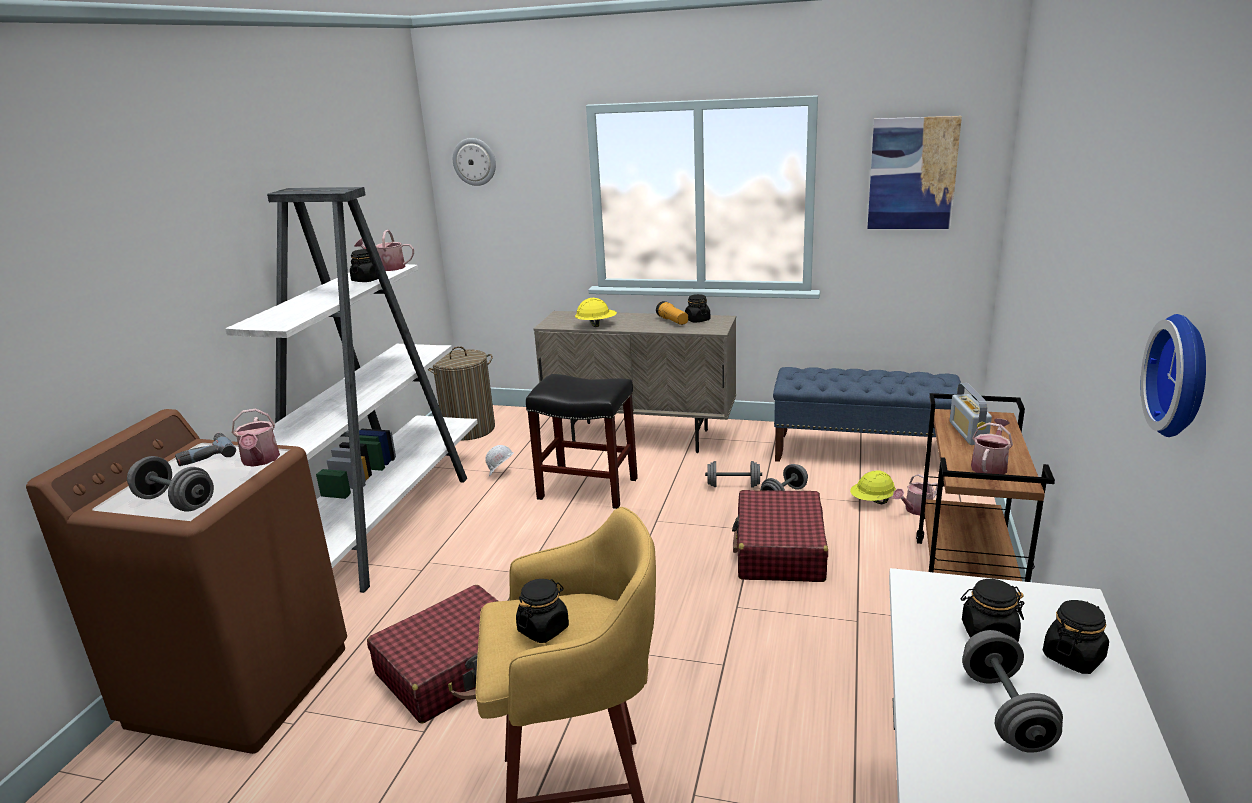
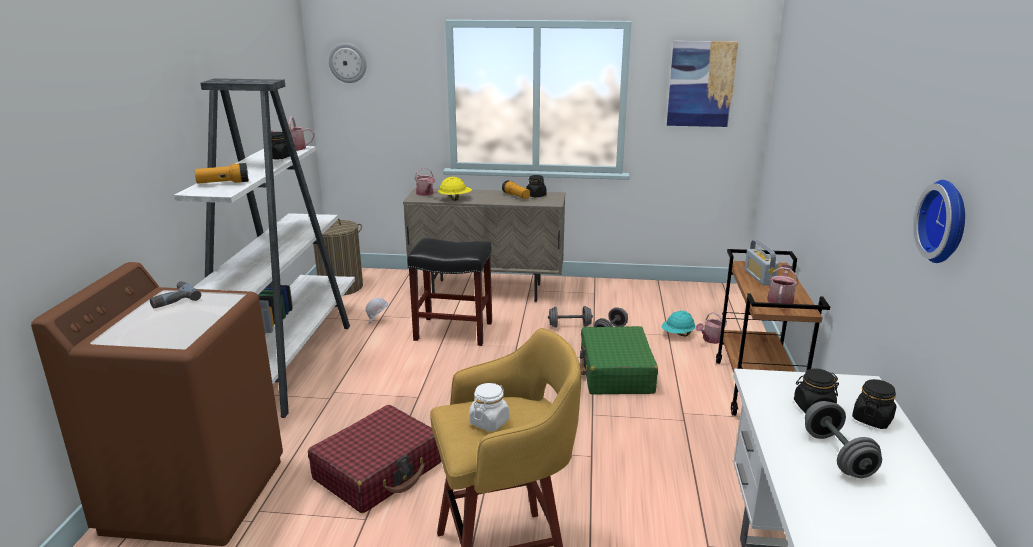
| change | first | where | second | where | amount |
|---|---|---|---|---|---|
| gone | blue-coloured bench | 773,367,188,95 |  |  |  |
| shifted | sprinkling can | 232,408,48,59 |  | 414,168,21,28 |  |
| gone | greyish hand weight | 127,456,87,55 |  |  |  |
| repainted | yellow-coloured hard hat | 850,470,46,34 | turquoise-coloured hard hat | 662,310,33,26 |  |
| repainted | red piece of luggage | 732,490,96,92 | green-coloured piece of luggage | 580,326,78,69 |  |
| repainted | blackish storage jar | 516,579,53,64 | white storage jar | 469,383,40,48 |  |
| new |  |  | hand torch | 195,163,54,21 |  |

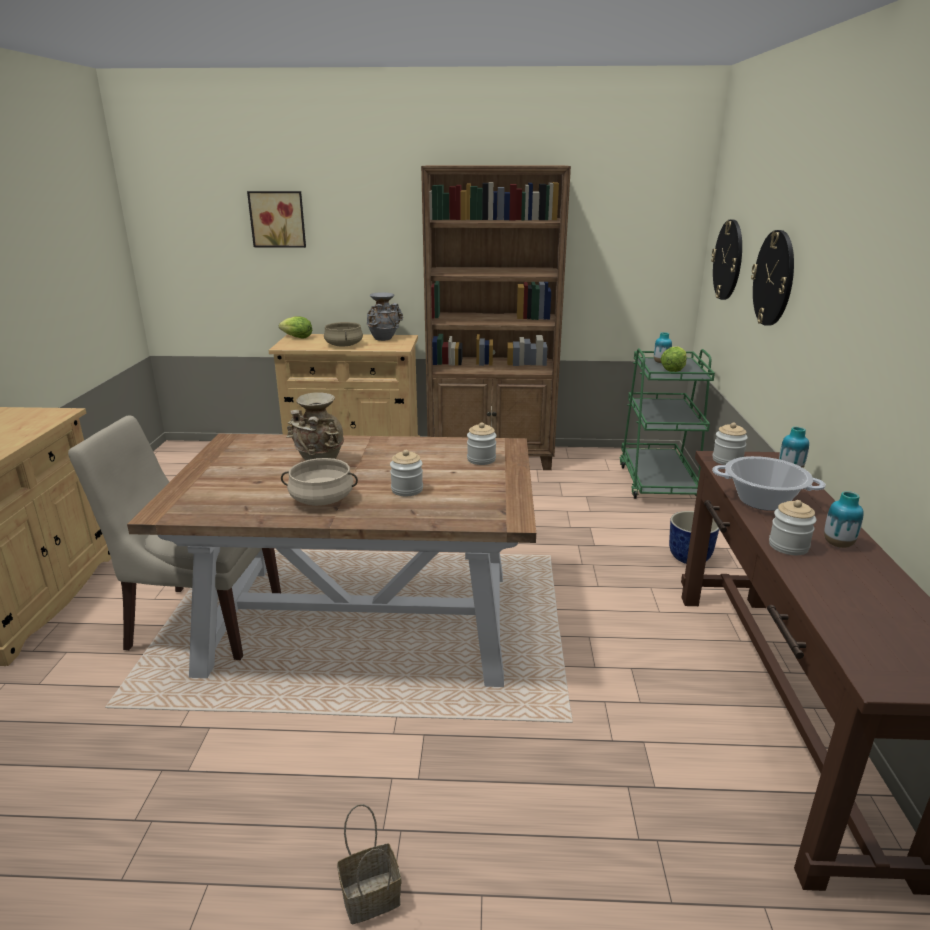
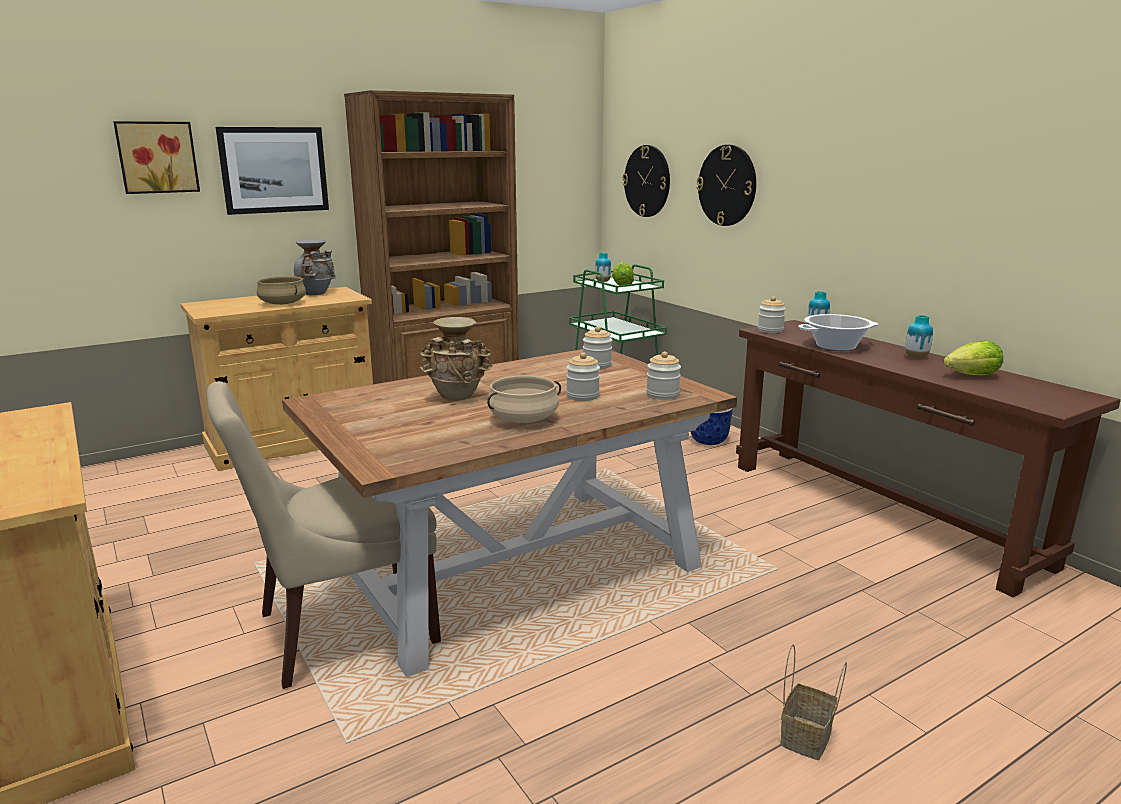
| change | first | where | second | where | amount |
|---|---|---|---|---|---|
| shifted | head of lettuce | 279,316,33,23 |  | 944,340,59,36 |  |
| shifted | storage jar | 769,500,47,55 |  | 646,351,35,49 |  |
| new |  |  | picture | 216,127,113,88 |  |

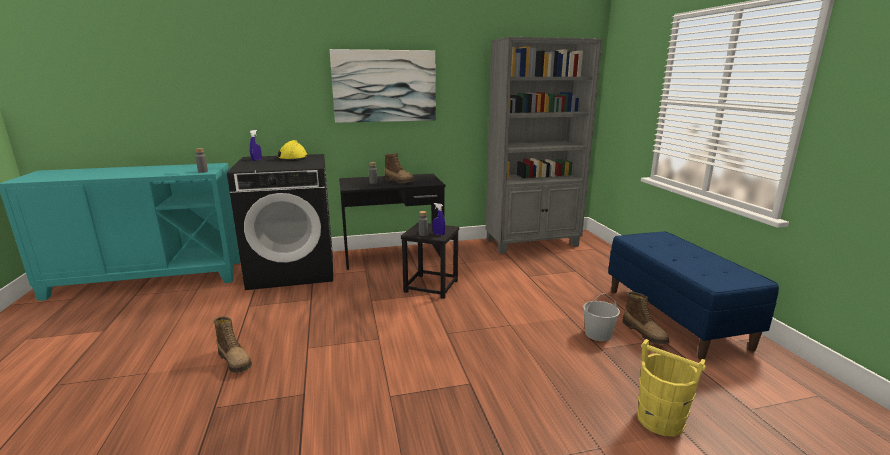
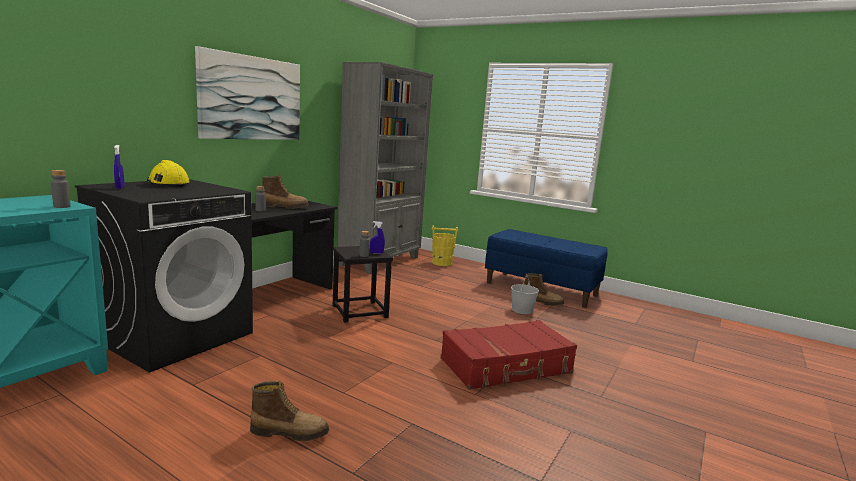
| change | first | where | second | where | amount |
|---|---|---|---|---|---|
| shifted | yellow-coloured water bucket | 637,339,69,98 |  | 432,226,26,40 |  |
| new |  |  | red piece of luggage | 441,320,136,70 |  |

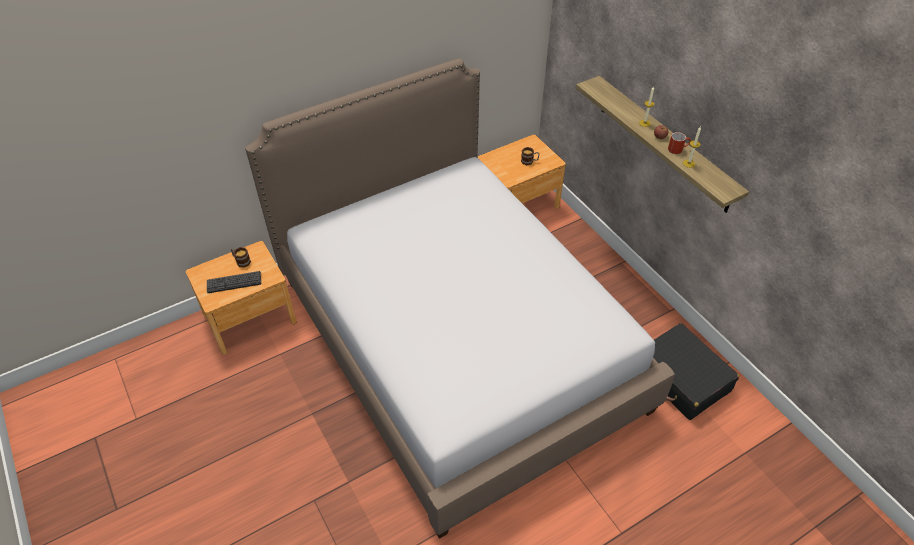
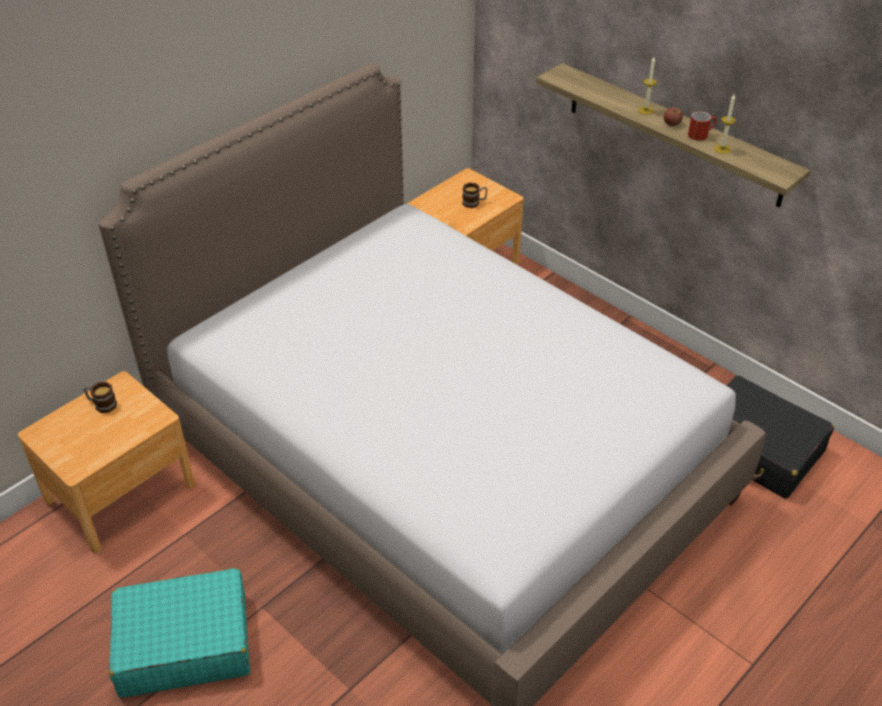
| change | first | where | second | where | amount |
|---|---|---|---|---|---|
| gone | keyboard | 207,271,54,22 |  |  |  |
| new |  |  | turquoise-coloured piece of luggage | 109,568,141,130 |  |

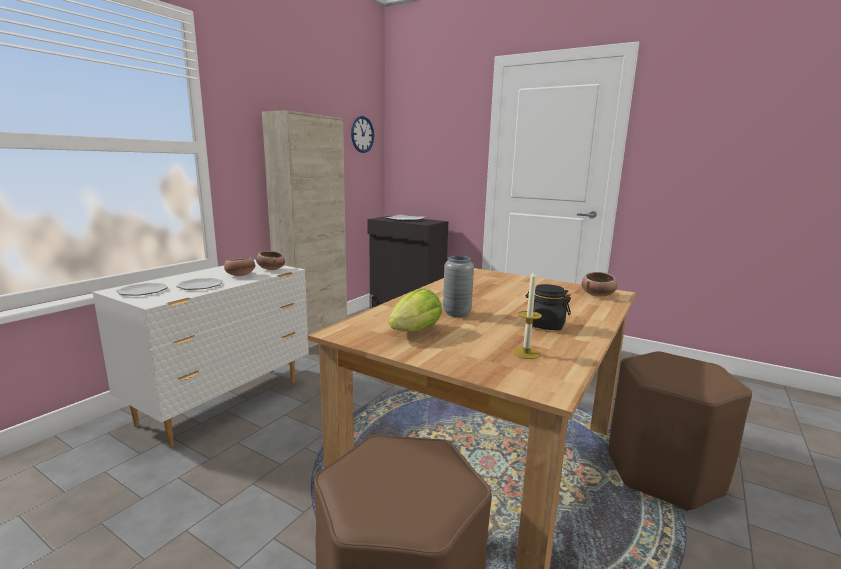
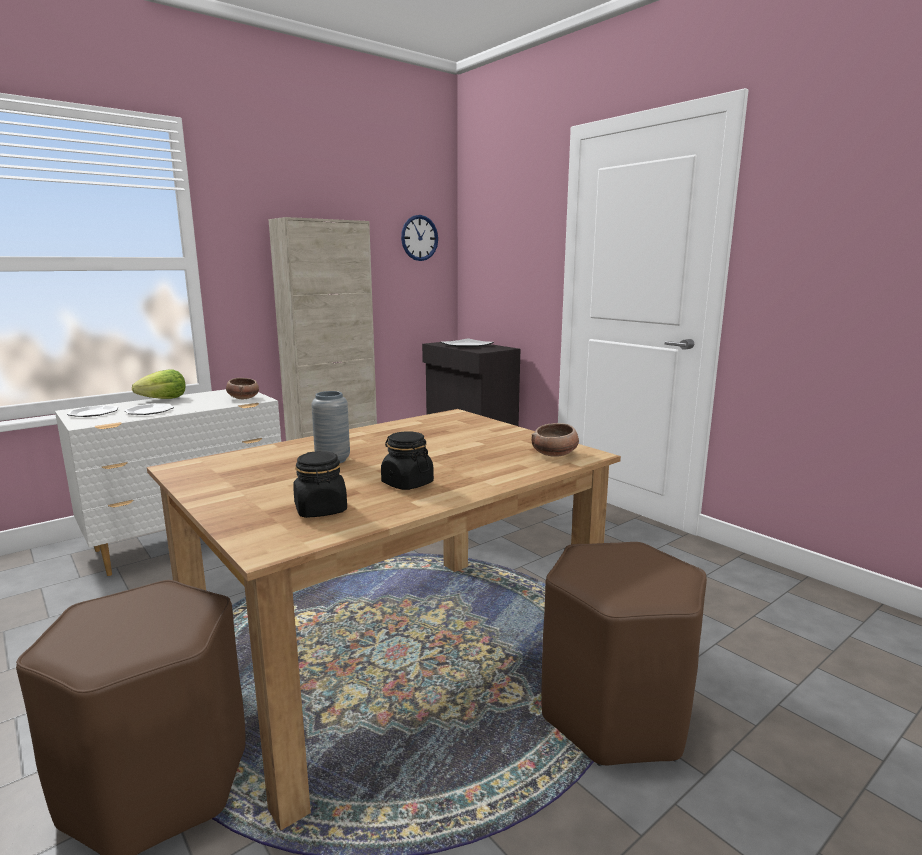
| change | first | where | second | where | amount |
|---|---|---|---|---|---|
| gone | bowl | 224,258,31,18 |  |  |  |
| swapped | wax candle | 513,270,29,89 | blackish storage jar | 293,451,54,67 |  |
| shifted | head of lettuce | 389,288,53,44 |  | 132,370,54,29 |  |

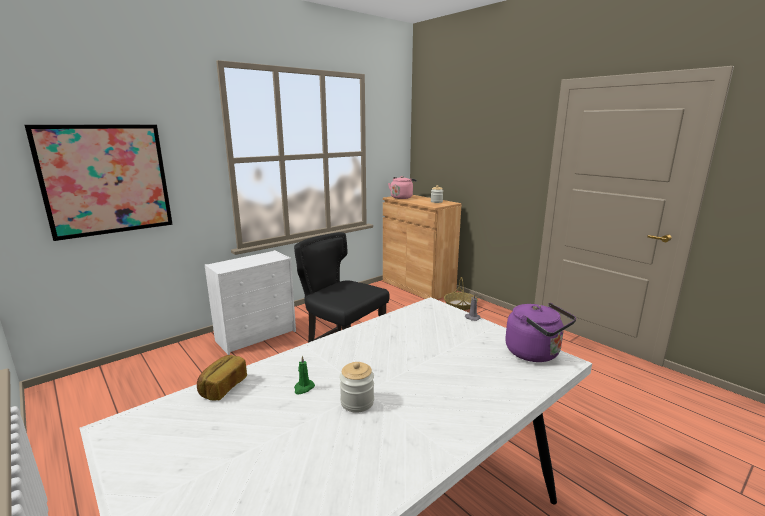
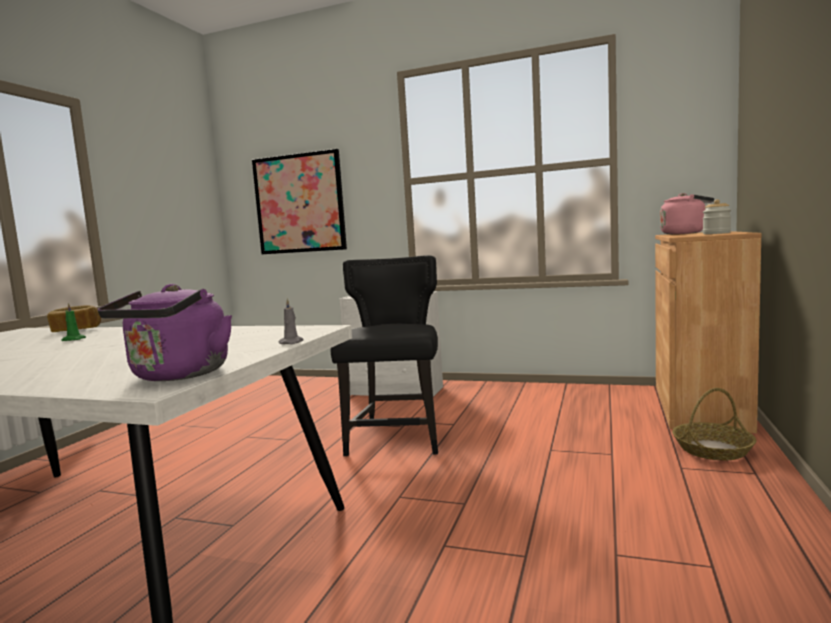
| change | first | where | second | where | amount |
|---|---|---|---|---|---|
| gone | storage jar | 340,362,34,51 |  |  |  |

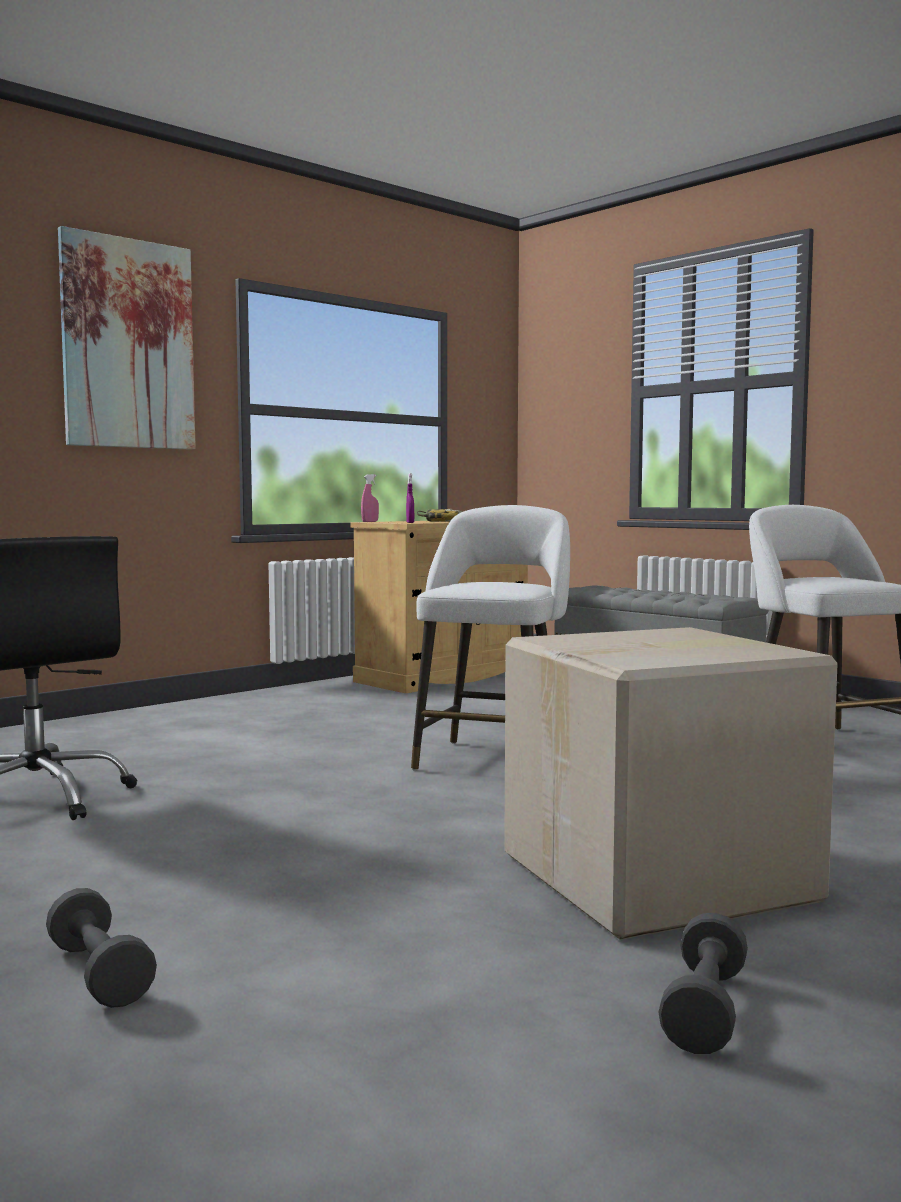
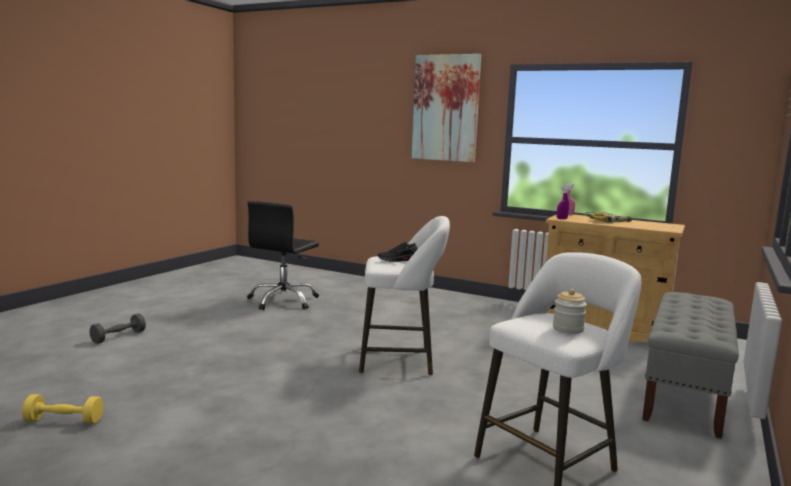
| change | first | where | second | where | amount |
|---|---|---|---|---|---|
| gone | packing box | 504,627,334,313 |  |  |  |
| repainted | greyish hand weight | 658,913,90,141 | yellow-coloured hand weight | 22,394,81,30 |  |
| new |  |  | blackish item of footwear | 377,242,41,20 |  |
| new |  |  | storage jar | 553,289,34,45 |  |

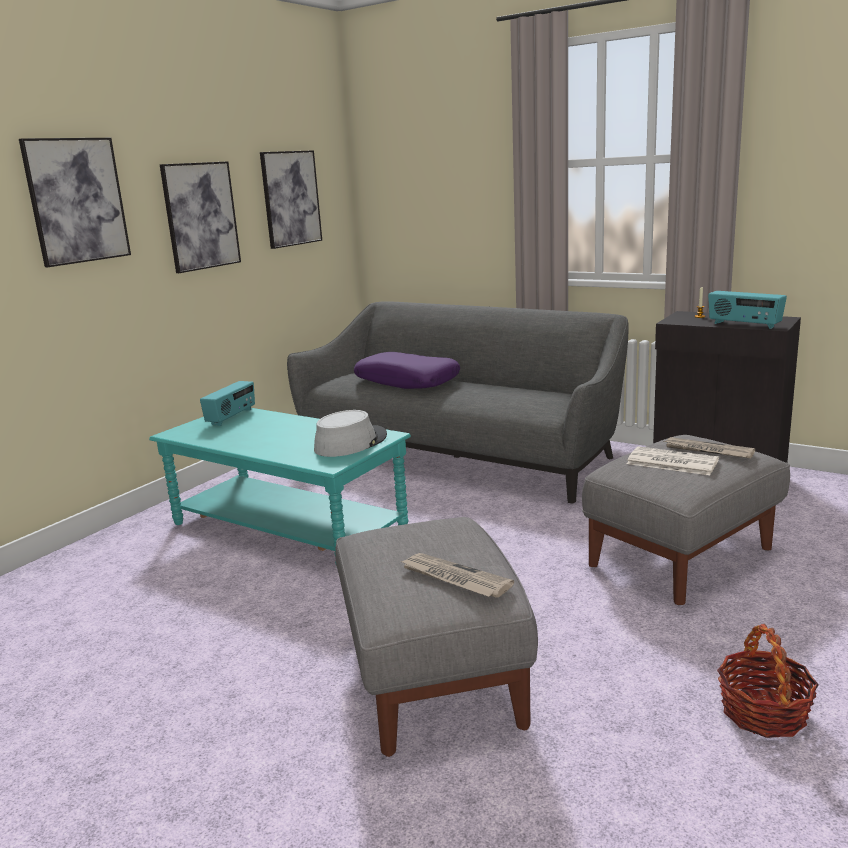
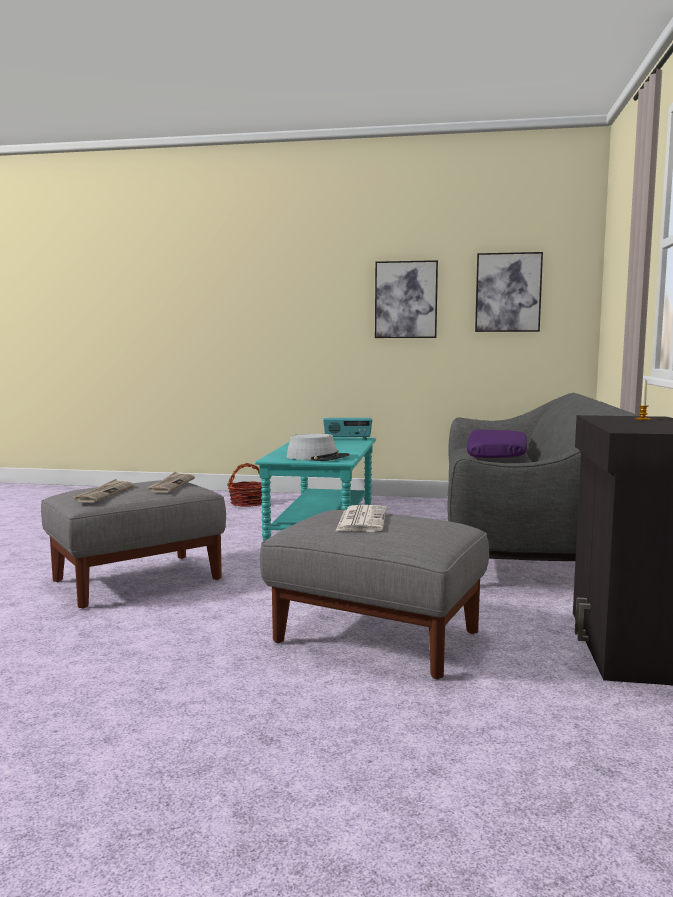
| change | first | where | second | where | amount |
|---|---|---|---|---|---|
| gone | picture | 19,138,112,129 |  |  |  |
| gone | radio set | 708,291,79,38 |  |  |  |
| shifted | newspaper | 664,437,91,22 |  | 146,472,49,21 |  |
| shifted | basket | 717,624,102,114 |  | 227,463,35,44 |  |

